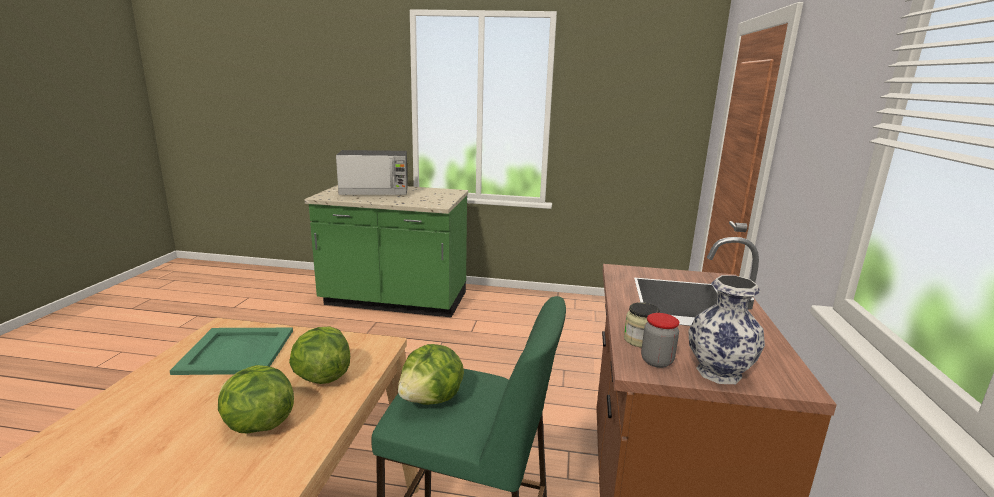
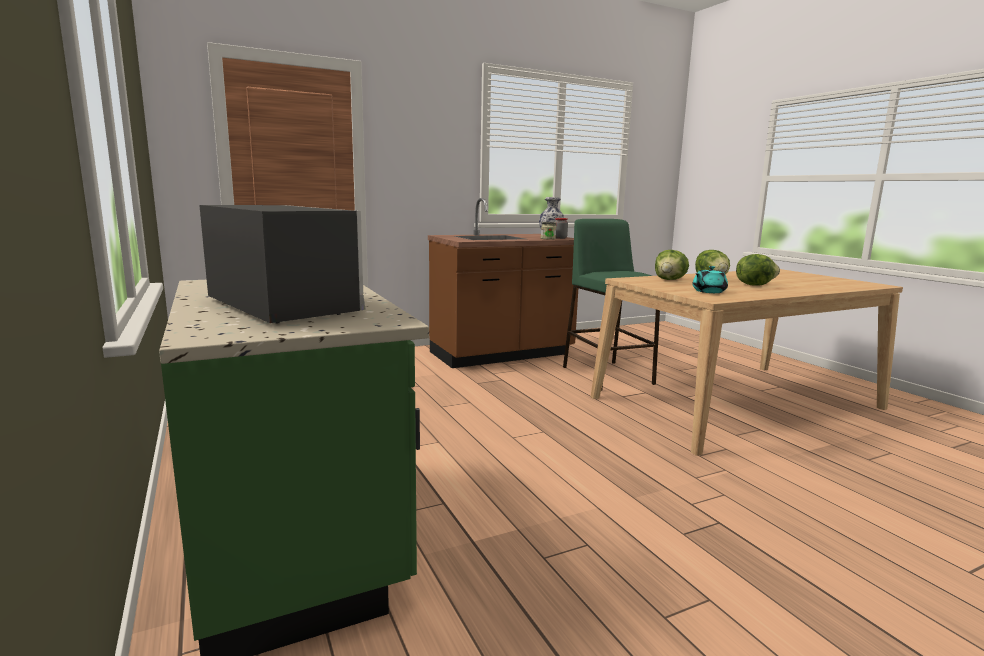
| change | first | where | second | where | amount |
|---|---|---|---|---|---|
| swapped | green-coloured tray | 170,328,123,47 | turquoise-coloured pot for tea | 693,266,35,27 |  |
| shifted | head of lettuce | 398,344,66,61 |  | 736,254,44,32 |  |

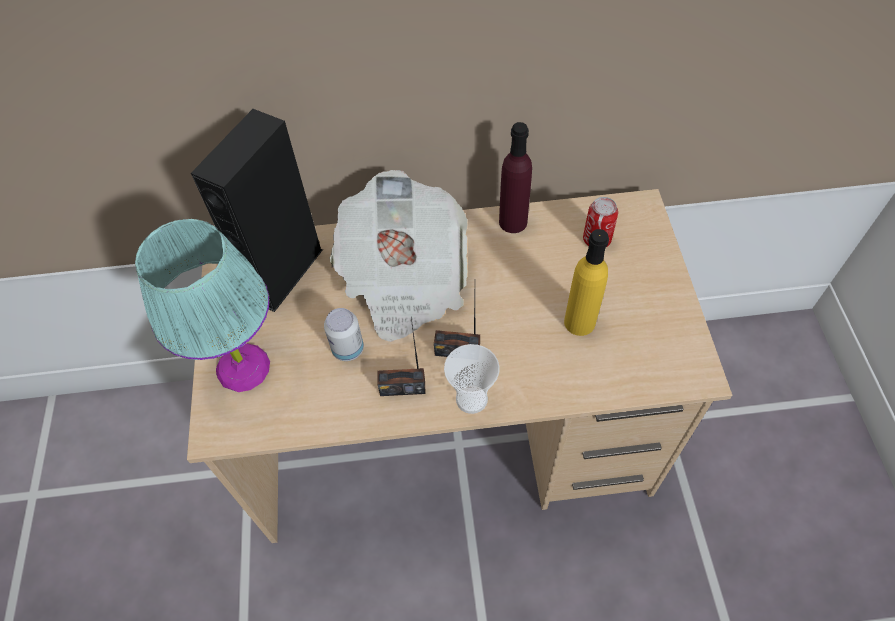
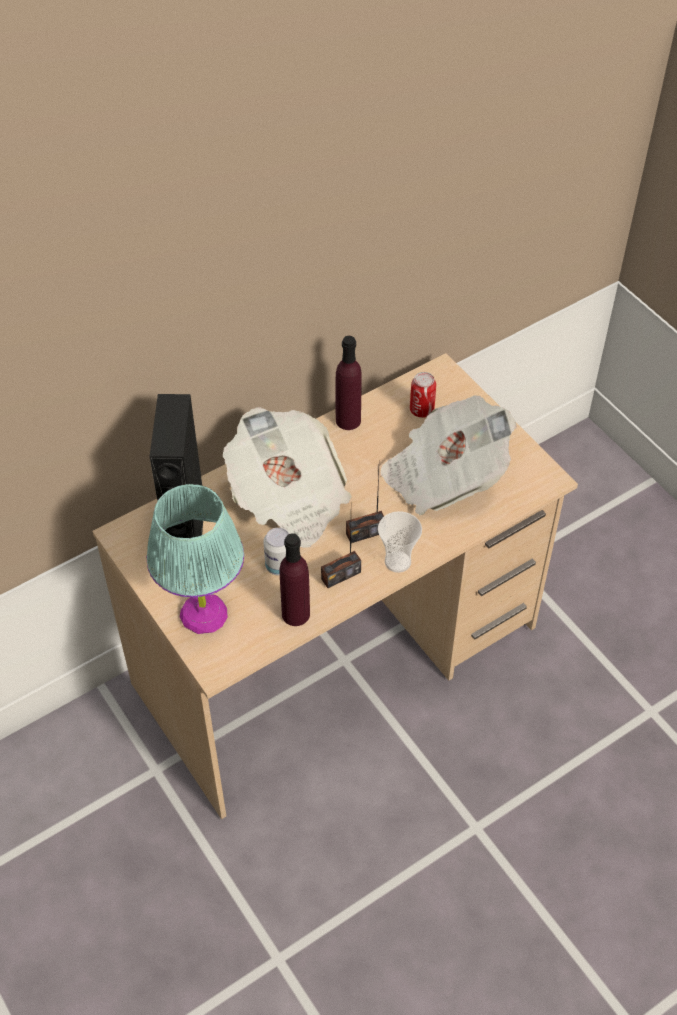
| change | first | where | second | where | amount |
|---|---|---|---|---|---|
| swapped | yellow-coloured beverage bottle | 564,229,45,107 | newspaper | 380,396,137,119 |  |
| new |  |  | purple-coloured beverage bottle | 279,533,31,93 |  |

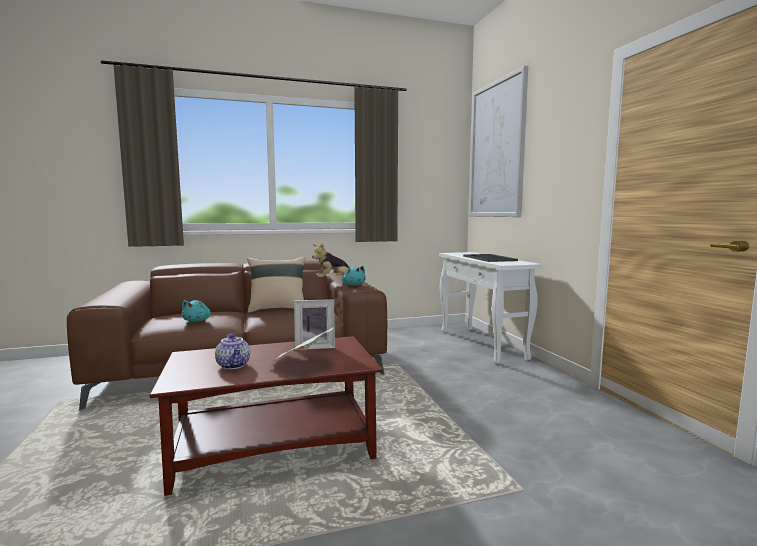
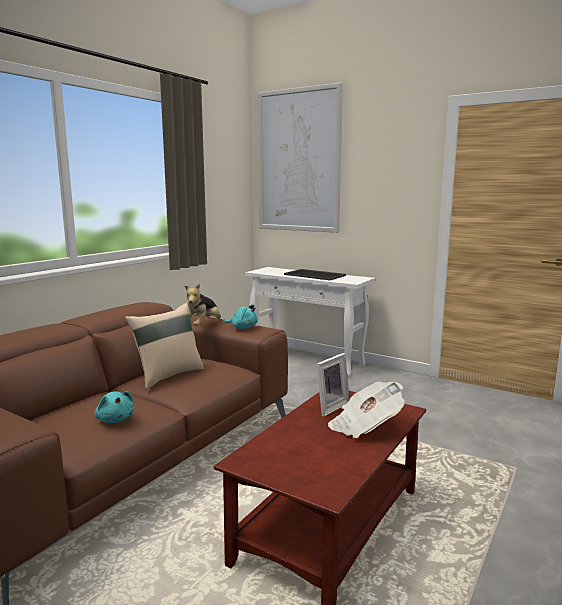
| change | first | where | second | where | amount |
|---|---|---|---|---|---|
| gone | pot for tea | 215,334,35,36 |  |  |  |

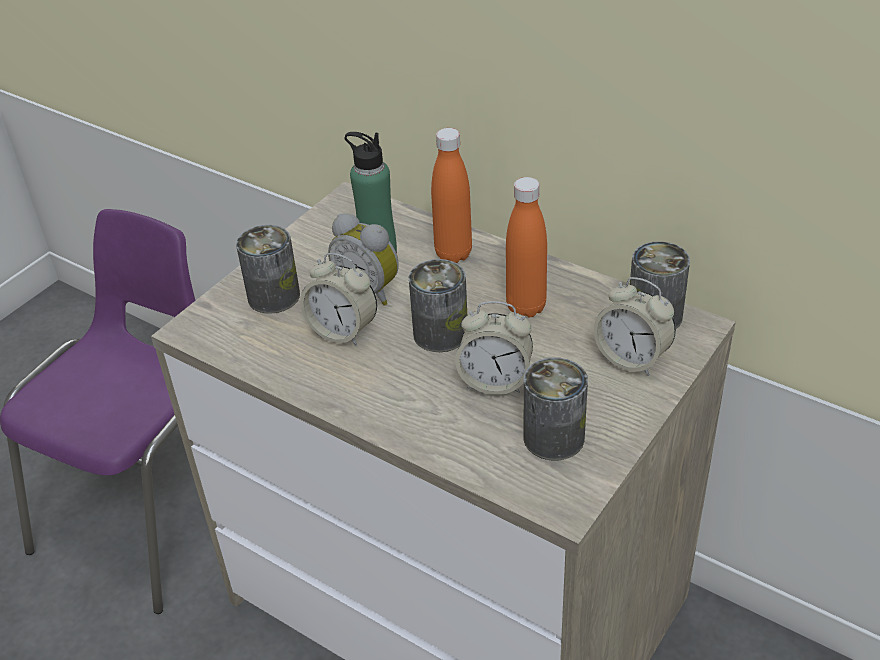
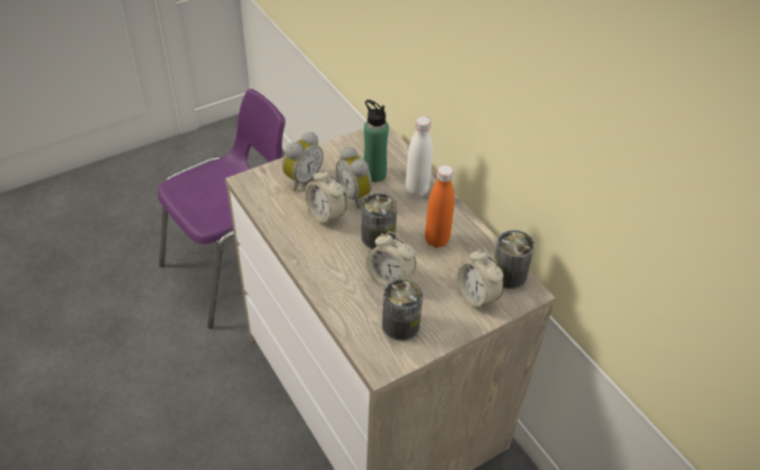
| change | first | where | second | where | amount |
|---|---|---|---|---|---|
| repainted | orangey beverage bottle | 431,128,41,135 | white beverage bottle | 405,116,28,81 |  |
| swapped | metal can | 236,225,64,89 | bedside clock | 282,132,41,59 |  |

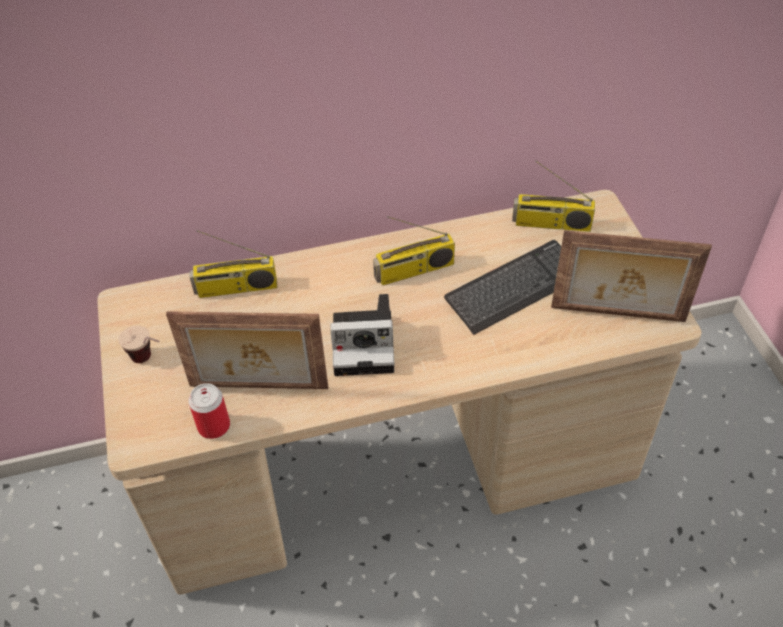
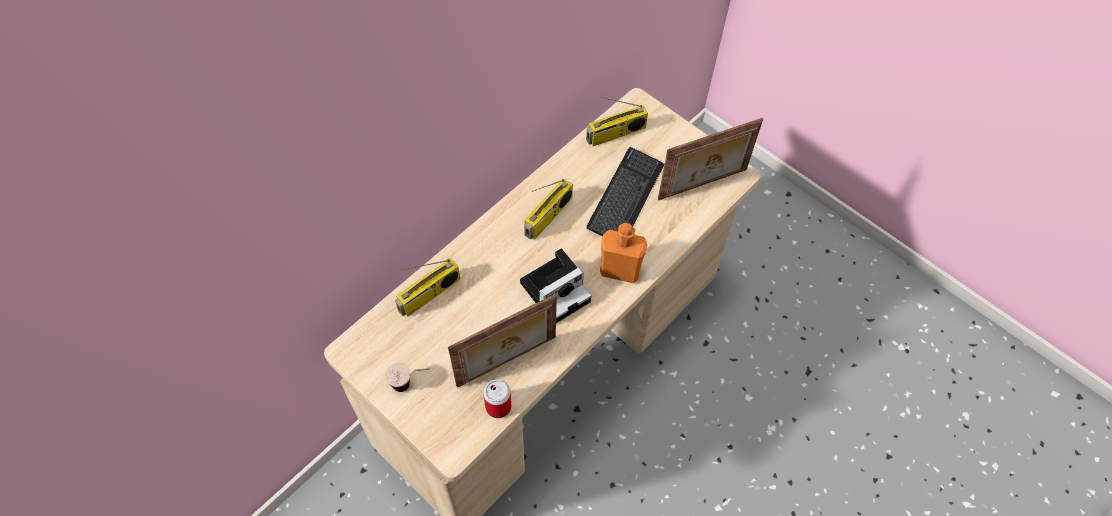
| change | first | where | second | where | amount |
|---|---|---|---|---|---|
| new |  |  | orangey beverage bottle | 600,223,47,60 |  |

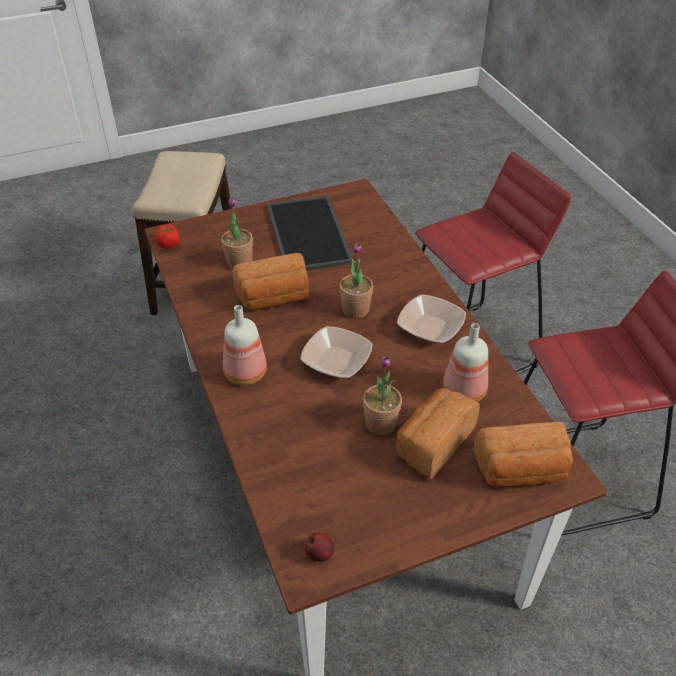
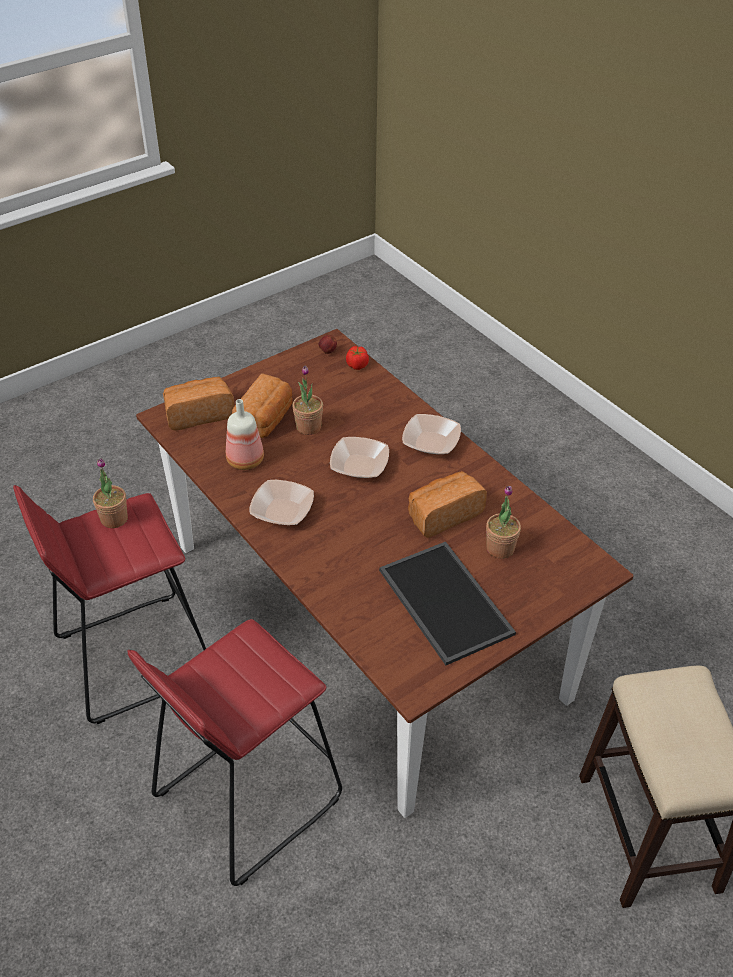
| change | first | where | second | where | amount |
|---|---|---|---|---|---|
| shifted | tomato | 155,223,25,26 |  | 346,346,23,24 |  |
| shifted | potted plant | 339,243,34,75 |  | 93,458,35,70 |  |
| swapped | beverage bottle | 223,305,44,80 | bowl | 402,414,59,41 |  |

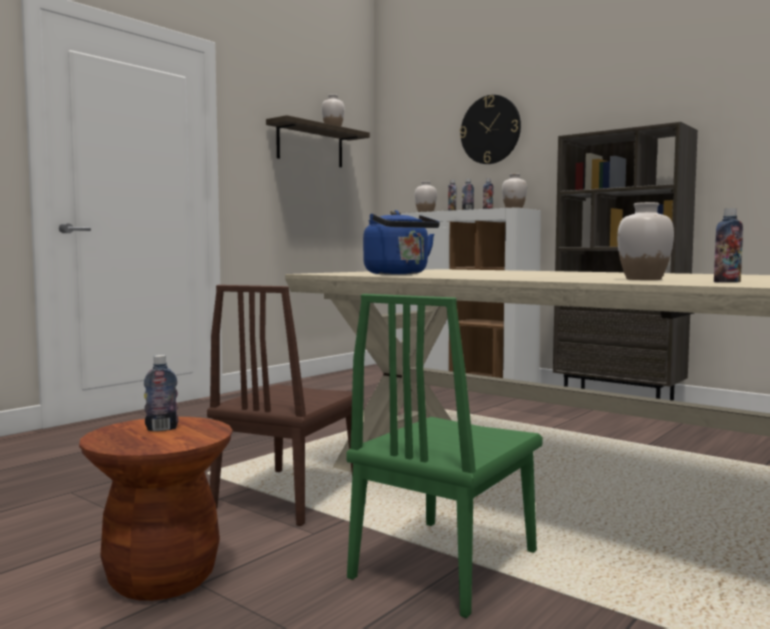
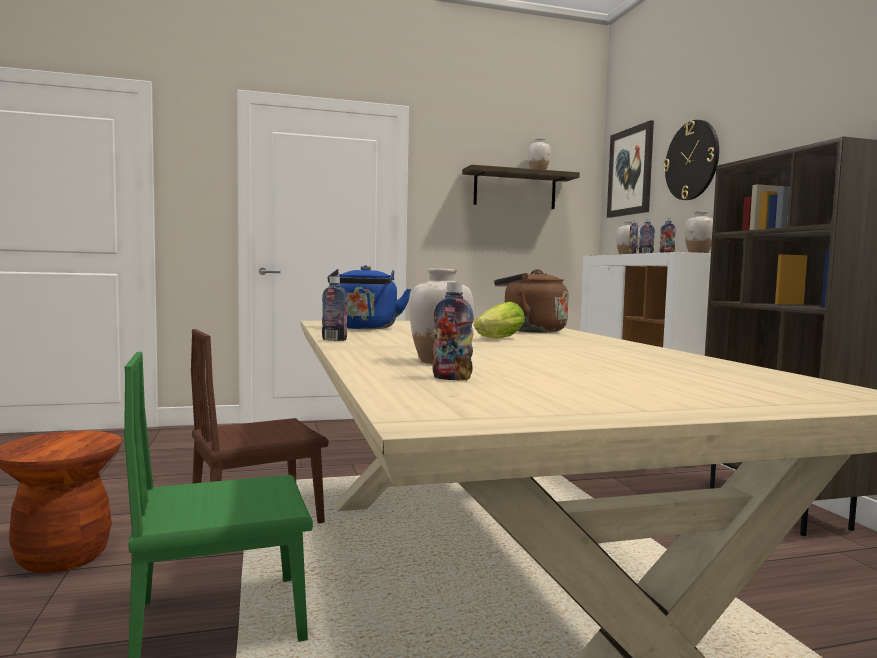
| change | first | where | second | where | amount |
|---|---|---|---|---|---|
| shifted | beverage bottle | 144,355,35,76 |  | 322,276,26,65 |  |
| new |  |  | picture | 607,120,47,98 |  |
| new |  |  | brown-coloured water kettle | 494,269,75,64 |  |
| new |  |  | head of lettuce | 474,302,51,36 |  |

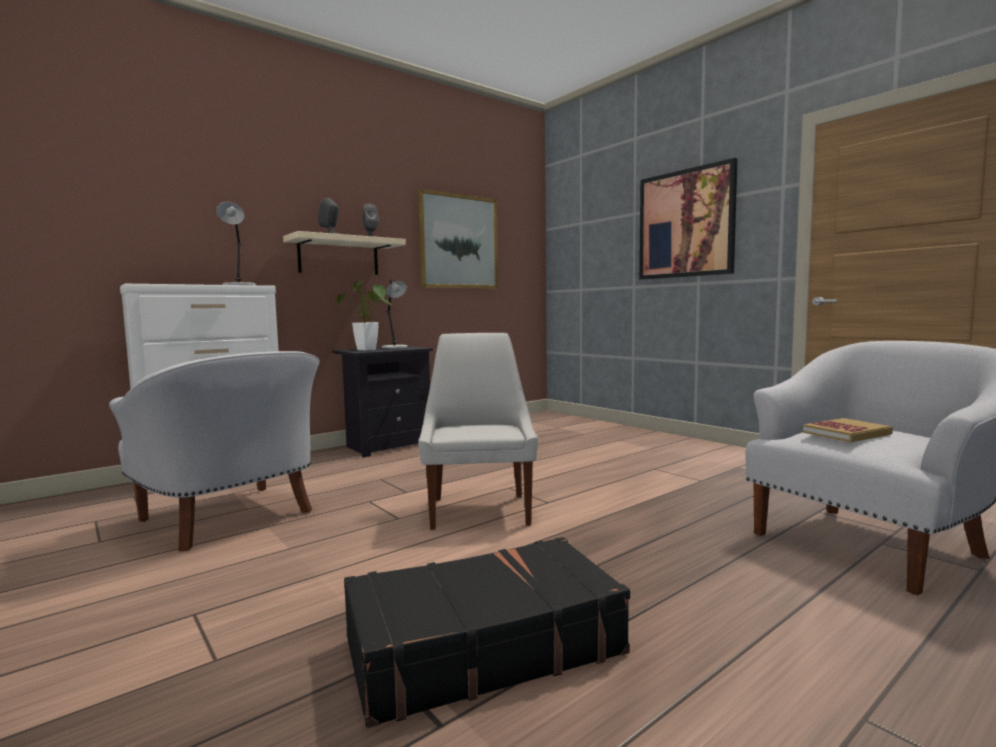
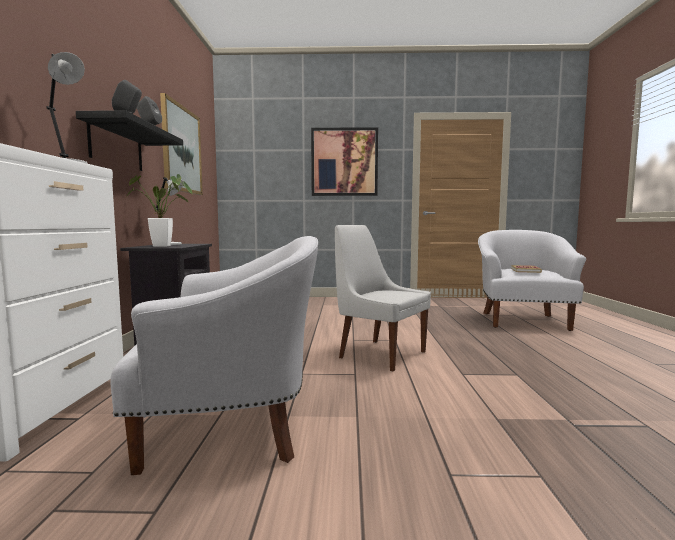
| change | first | where | second | where | amount |
|---|---|---|---|---|---|
| repainted | sand-coloured bracket shelf | 283,231,123,44 | blackish bracket shelf | 76,110,107,61 |  |
| gone | blackish piece of luggage | 344,537,286,191 |  |  |  |

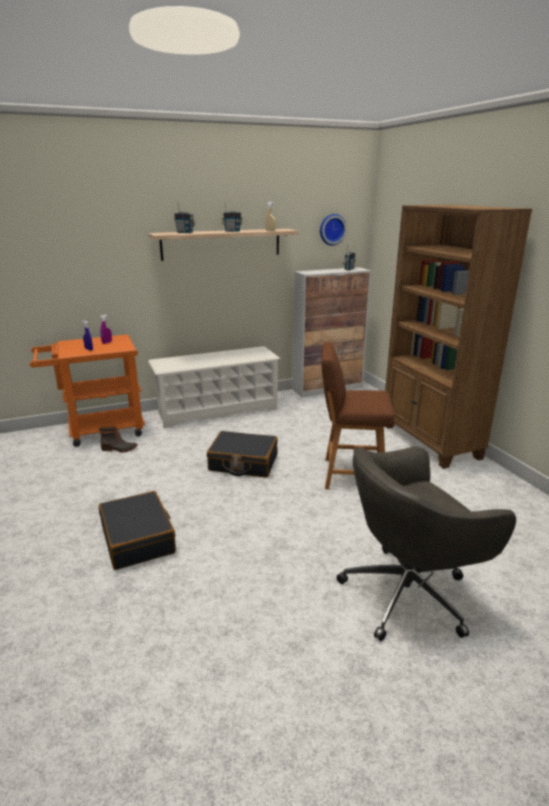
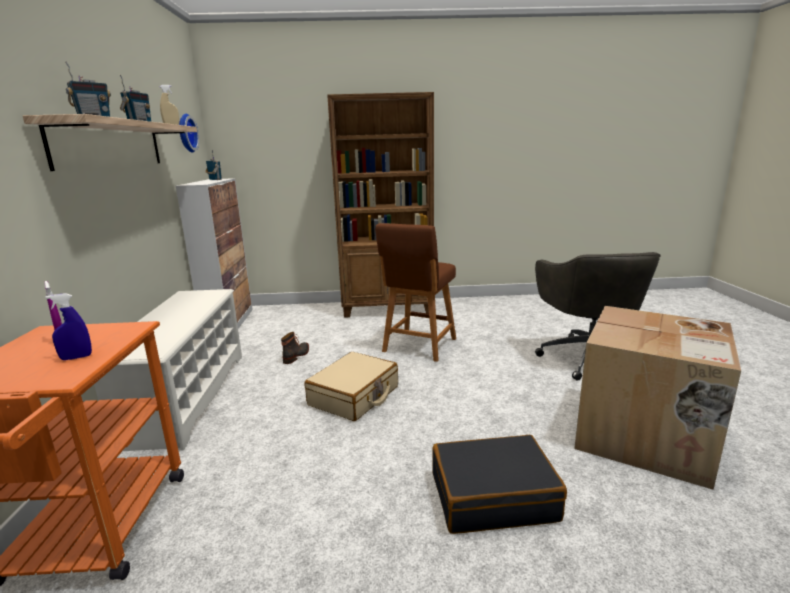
| change | first | where | second | where | amount |
|---|---|---|---|---|---|
| shifted | boot | 99,427,38,25 |  | 281,332,28,32 |  |
| repainted | blackish piece of luggage | 207,431,71,47 | sand-coloured piece of luggage | 305,352,93,69 |  |
| new |  |  | packing box | 574,306,167,184 |  |

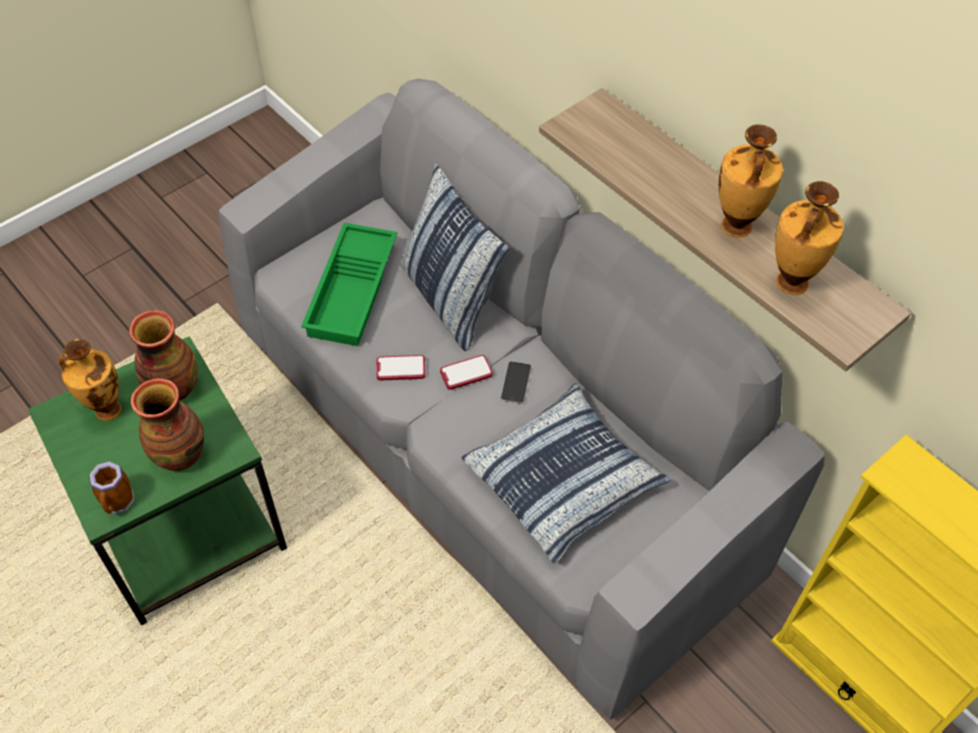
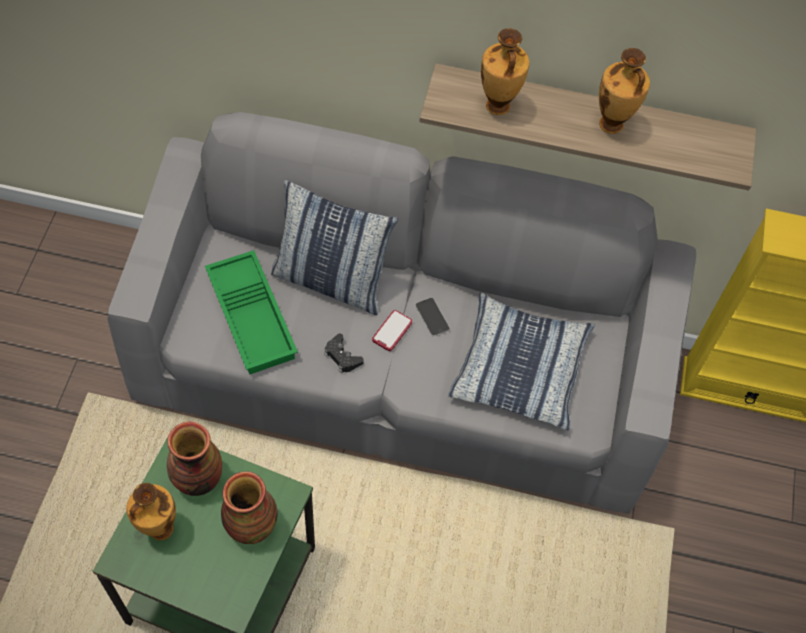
| change | first | where | second | where | amount |
|---|---|---|---|---|---|
| shifted | decorative vase | 775,181,69,114 |  | 481,28,48,87 |  |
| swapped | handset | 377,355,48,25 | blackish gamepad | 324,334,40,39 |  |
| gone | mug | 89,461,45,53 |  |  |  |

